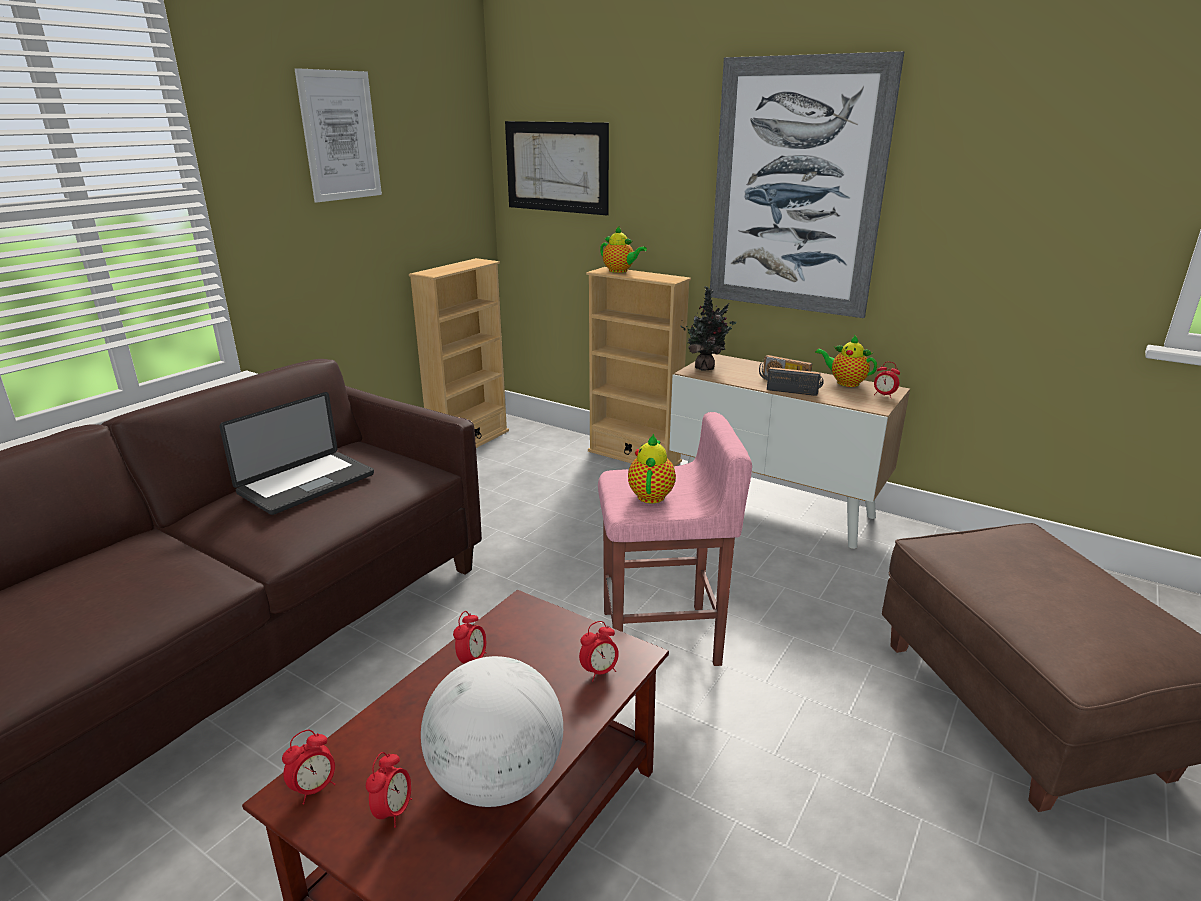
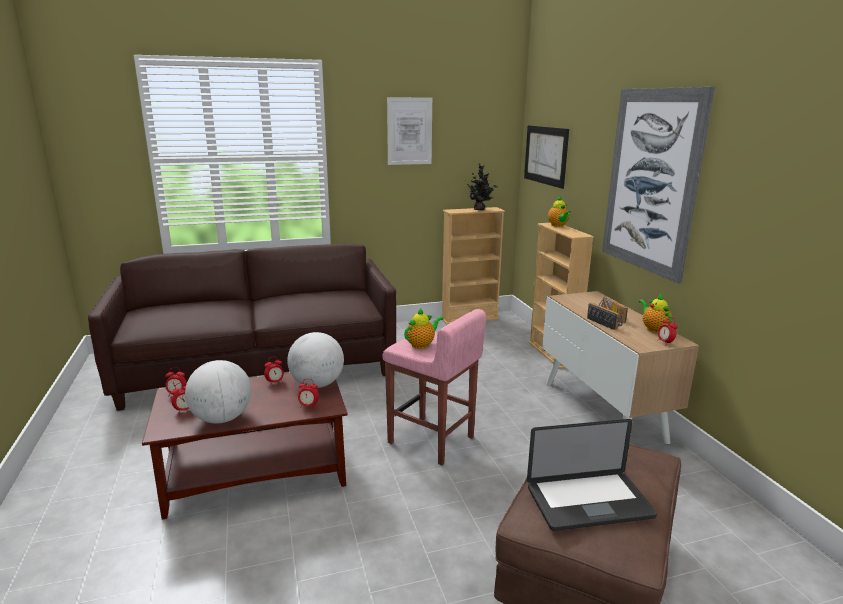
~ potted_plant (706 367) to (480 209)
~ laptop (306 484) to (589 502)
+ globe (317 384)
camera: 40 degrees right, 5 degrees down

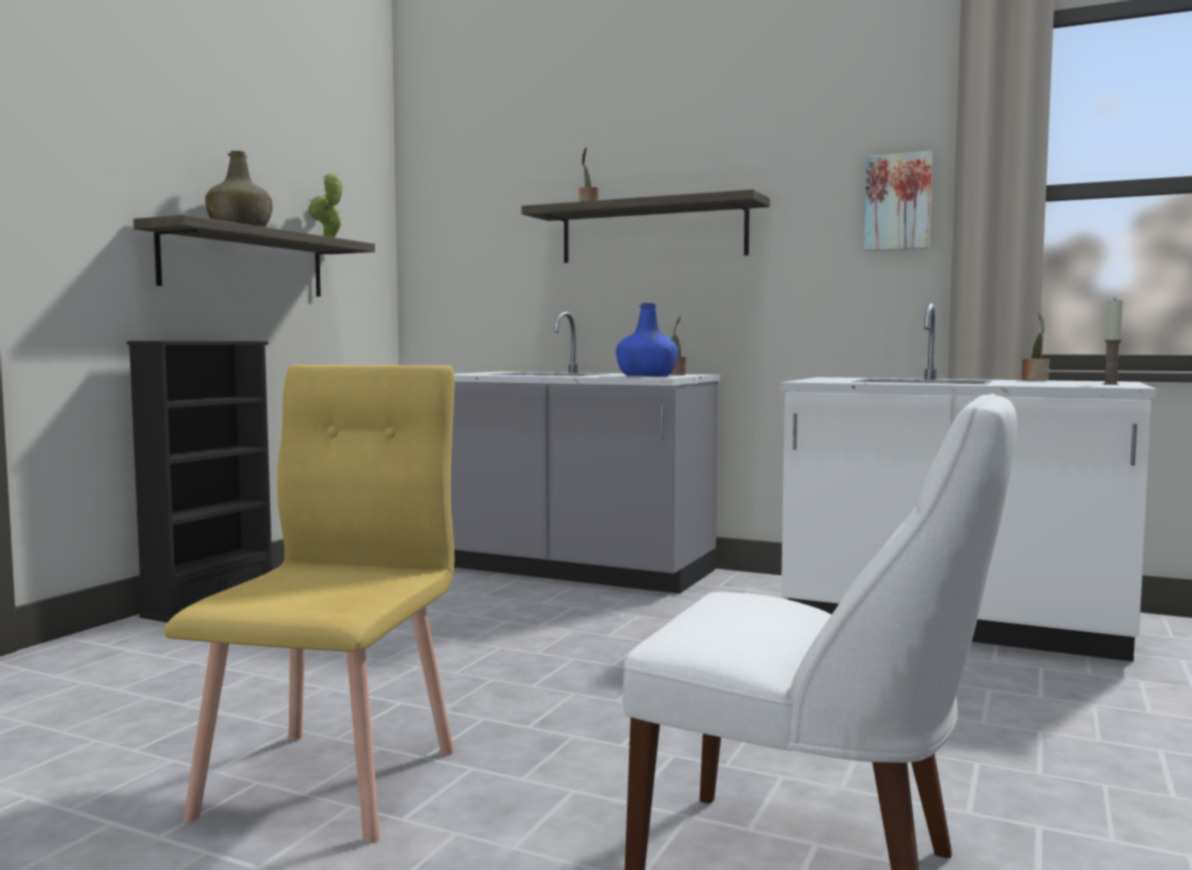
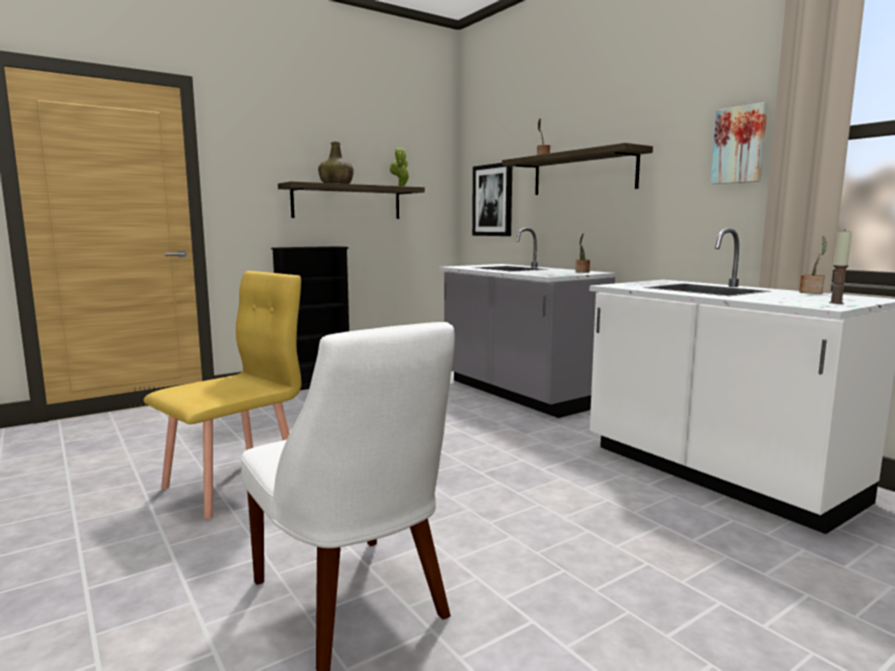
- blue_bottle (647 376)
+ picture (493 200)
camera: 30 degrees right, 5 degrees up

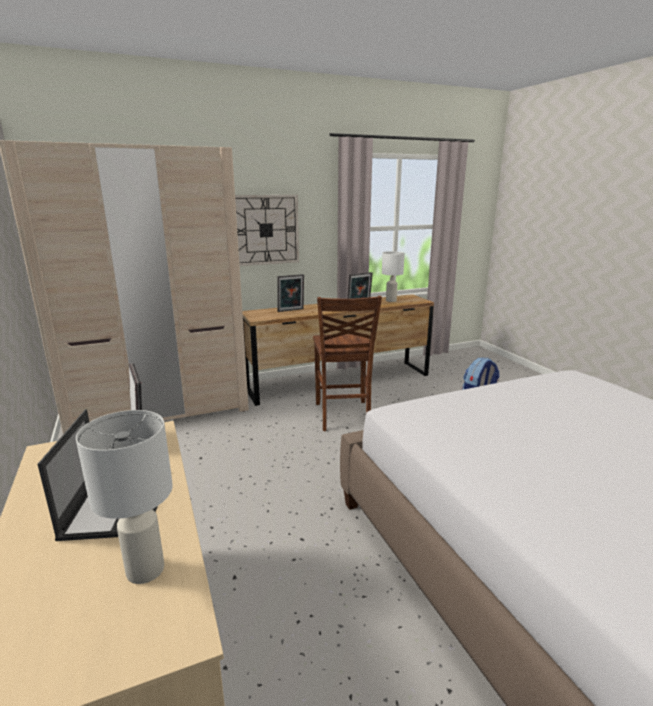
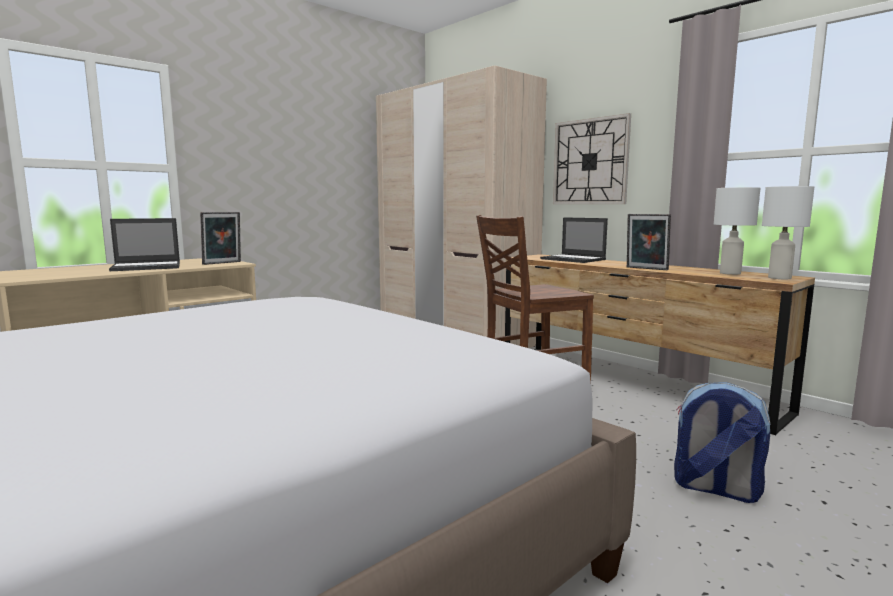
~ picture_frame (291 310) to laptop (573 259)
~ white_table_lamp (146 569) to (780 278)
camera: 70 degrees right, 10 degrees down

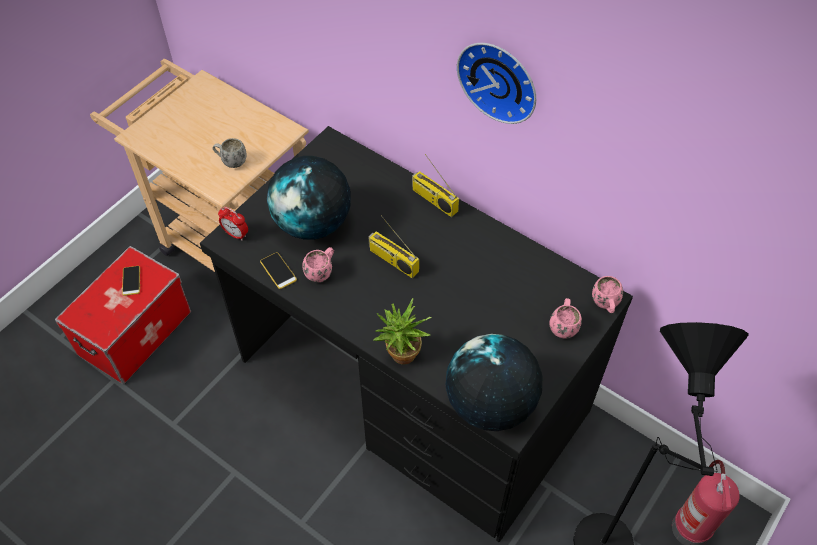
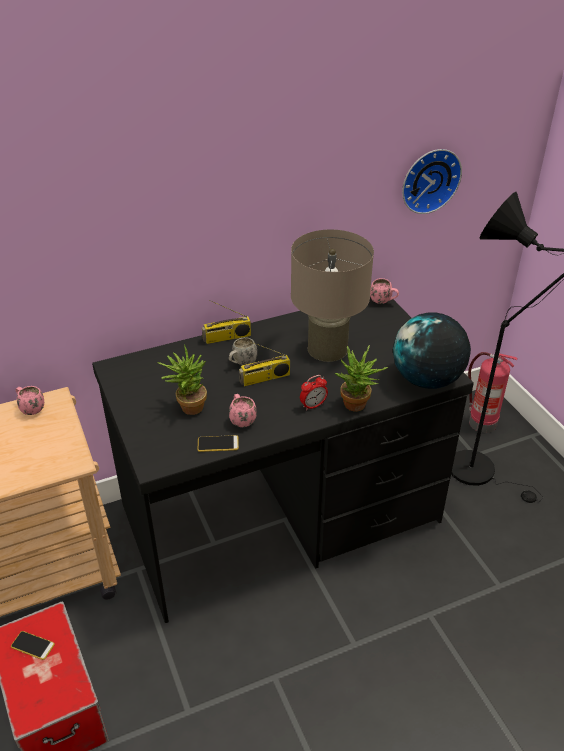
~ wall_clock (500 79) to (429 179)
~ white_mug (231 161) to (242 363)
~ globe (313 223) to potted_plant (187 407)
~ alarm_clock (236 234) to (313 405)
~ pink_mug (563 326) to (30 409)
+ beige_table_lamp (327 349)
camera: 60 degrees left, 15 degrees down

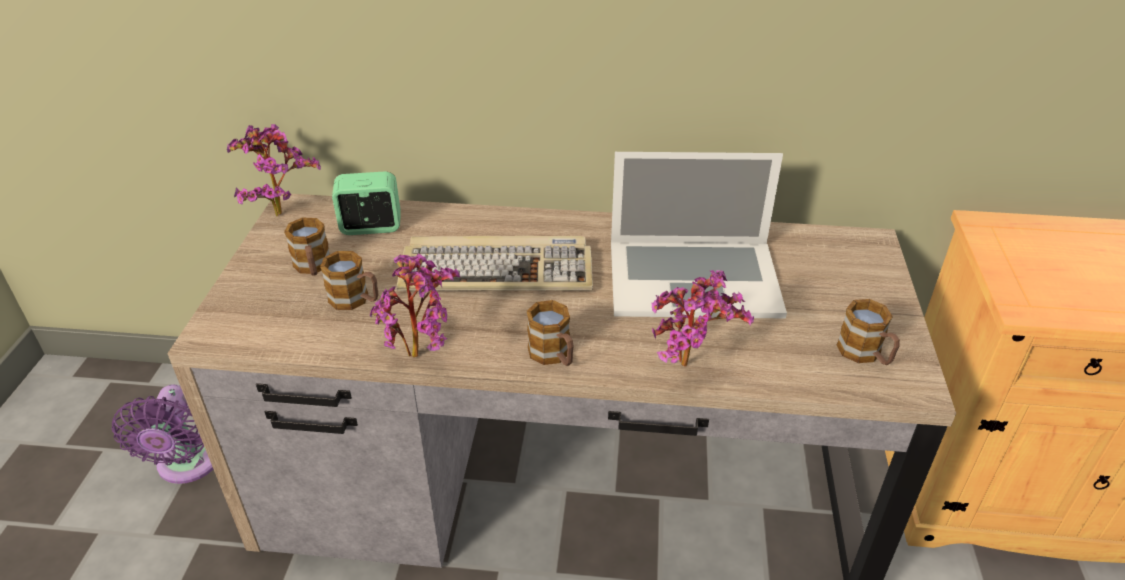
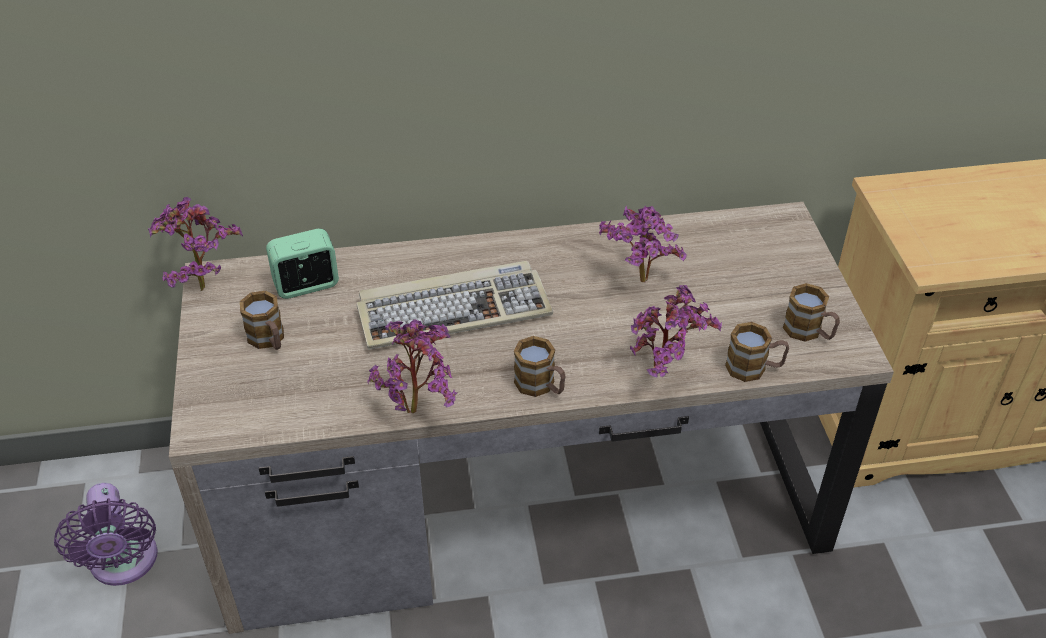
~ laptop (693 277) to potted_plant (639 284)
~ mug (355 300) to (754 368)
camera: 15 degrees left, 5 degrees up

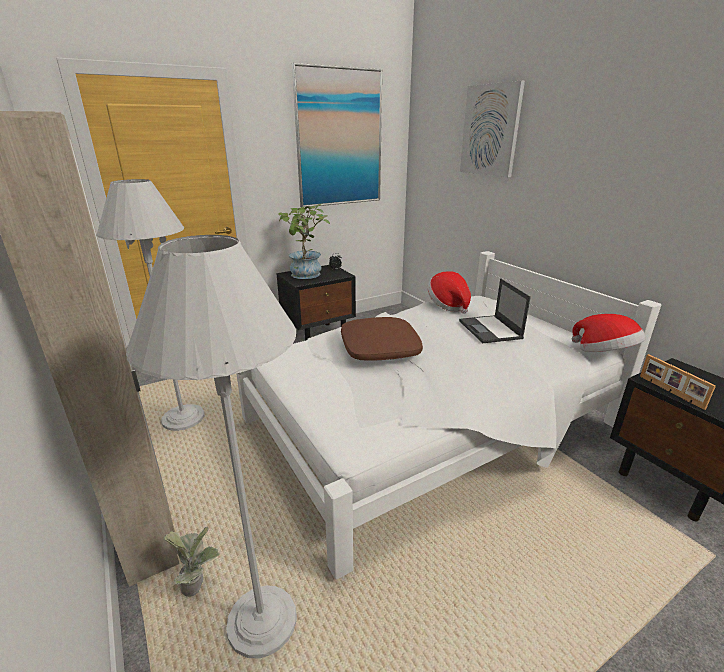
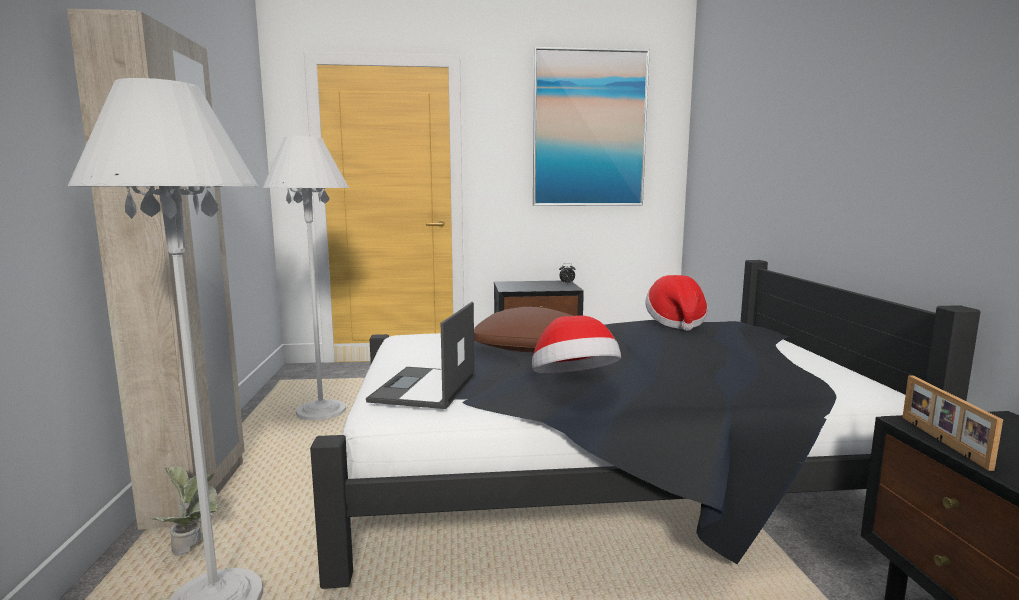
- picture (490 130)
- potted_plant (306 275)
~ white_bed (428 424) to black_bed (596 476)
~ laptop (490 330) to (424 388)
~ hat (604 353) to (573 383)
camera: 25 degrees right, 15 degrees down

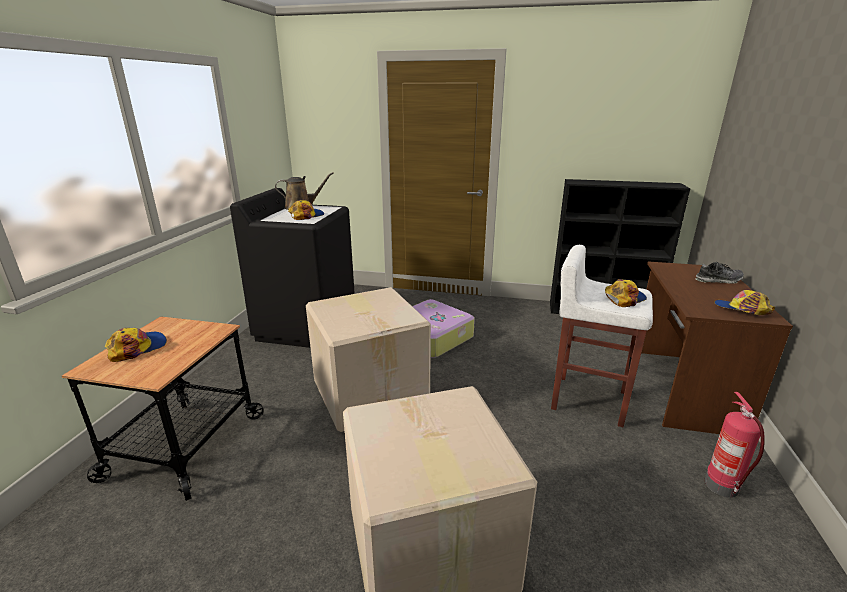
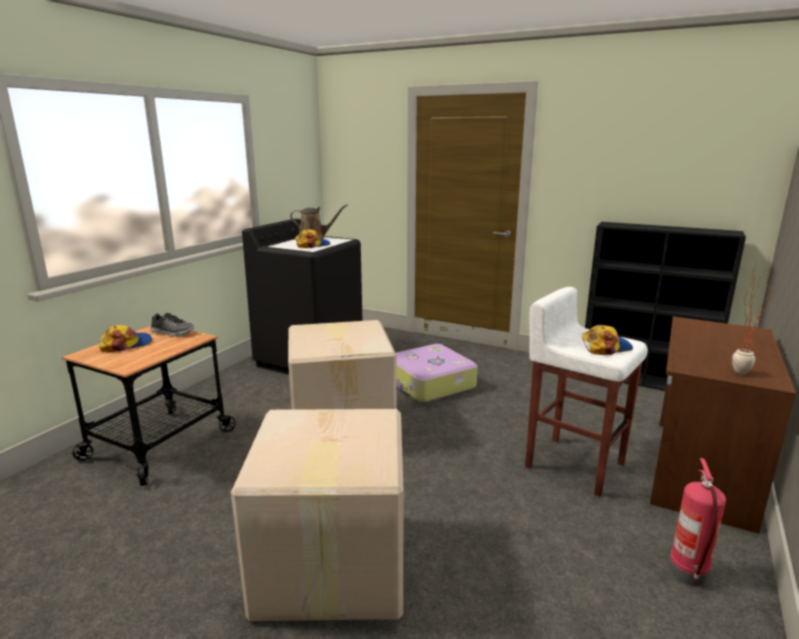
~ shoe (718 280) to (172 333)
~ cap (741 310) to potted_plant (744 372)
camera: 15 degrees right, 5 degrees down

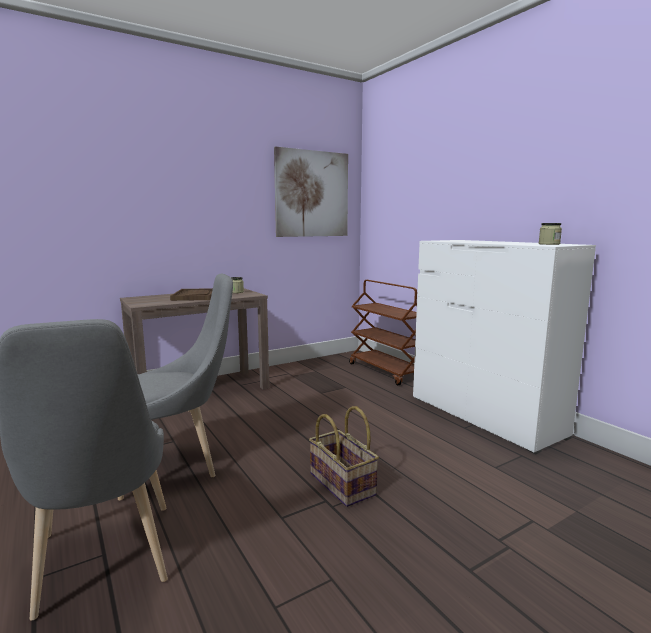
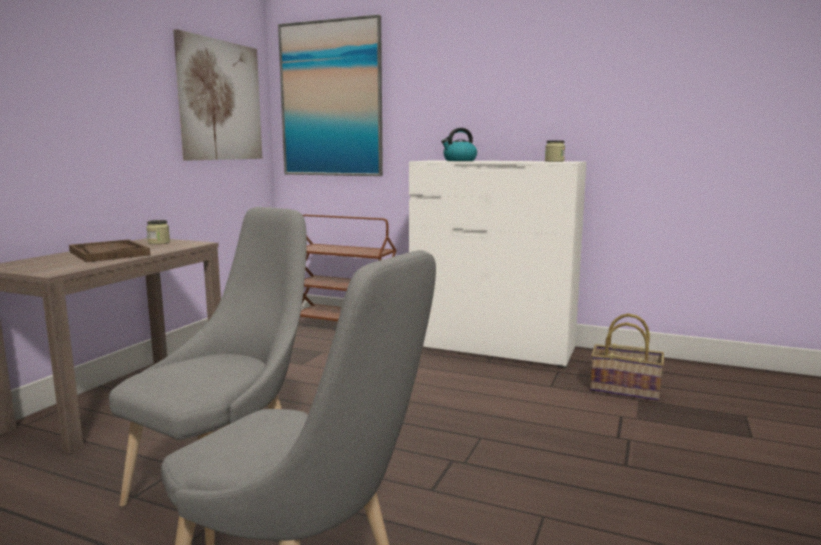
~ basket (343 484) to (625 389)
+ picture (331 99)
+ kettle (459 160)
camera: 35 degrees left, 0 degrees up

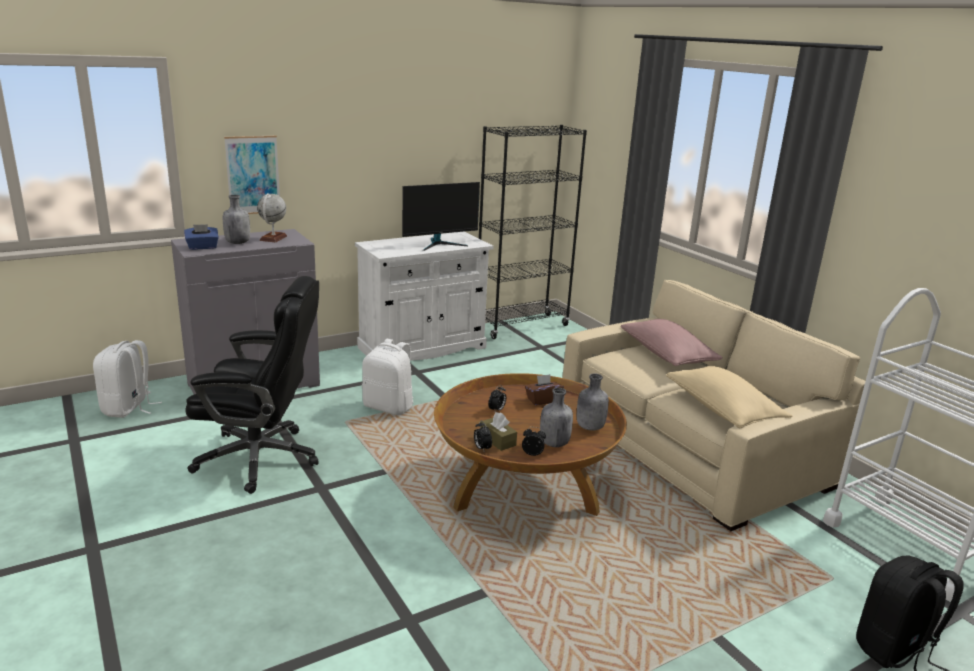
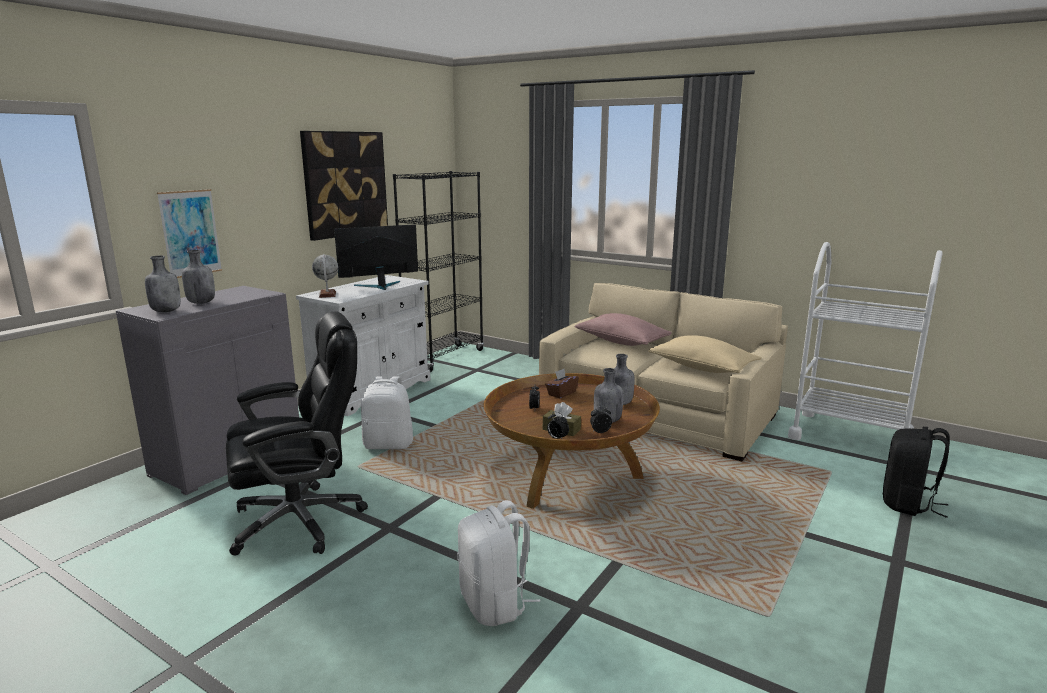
~ monitor (439 244) = (380 286) 150 degrees counterclockwise
~ globe (273 238) to (327 294)
~ blue_tissue_box (202 247) to grey_bottle (166 311)
~ white_backpack (128 408) to (495 604)
+ picture (345 184)
camera: 25 degrees left, 5 degrees down

